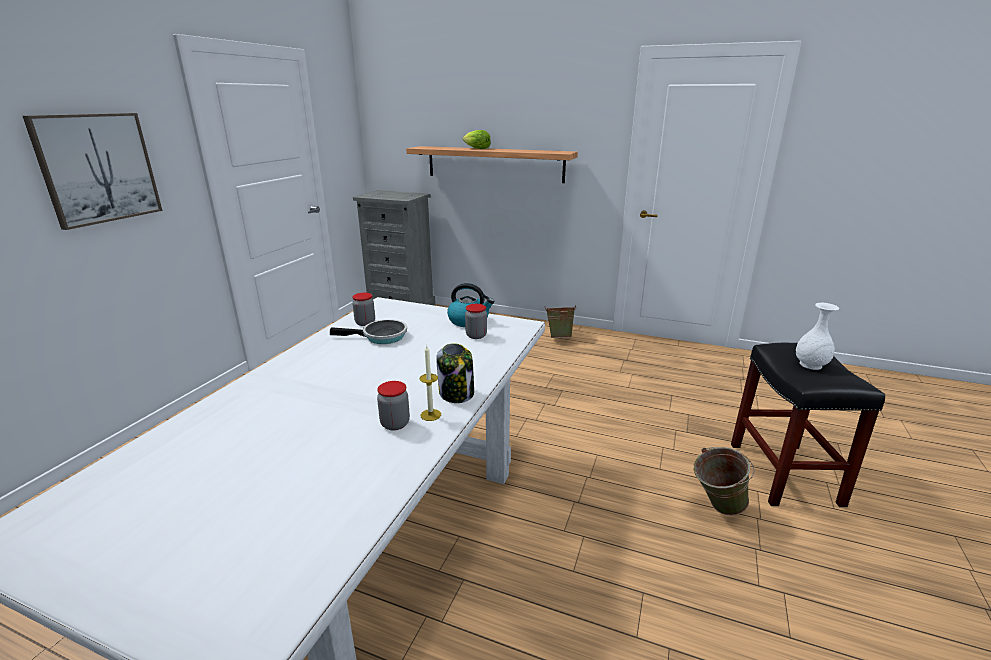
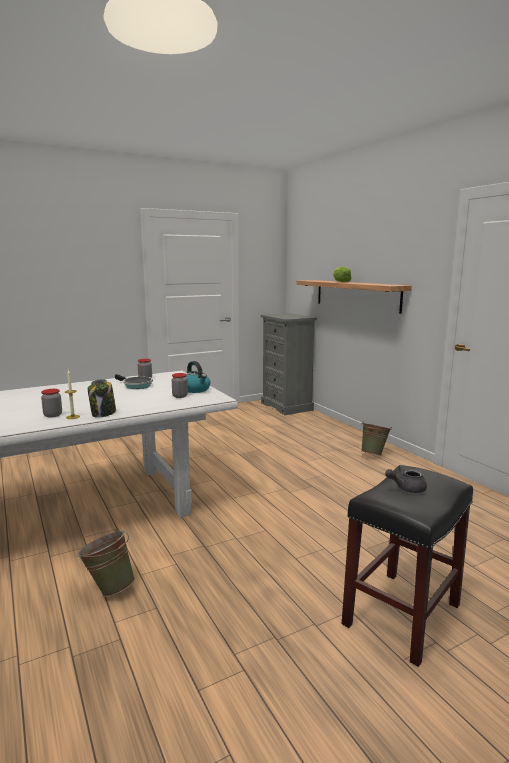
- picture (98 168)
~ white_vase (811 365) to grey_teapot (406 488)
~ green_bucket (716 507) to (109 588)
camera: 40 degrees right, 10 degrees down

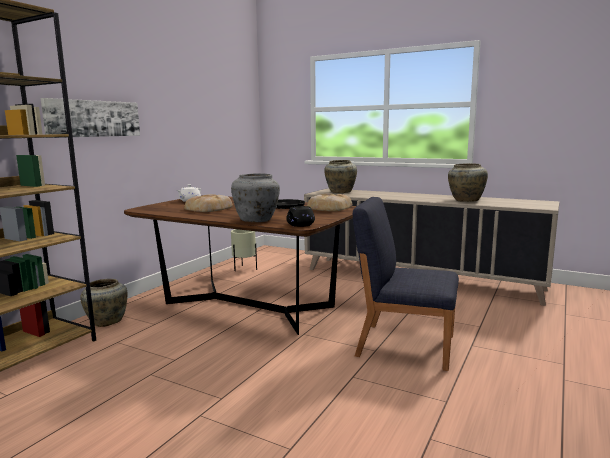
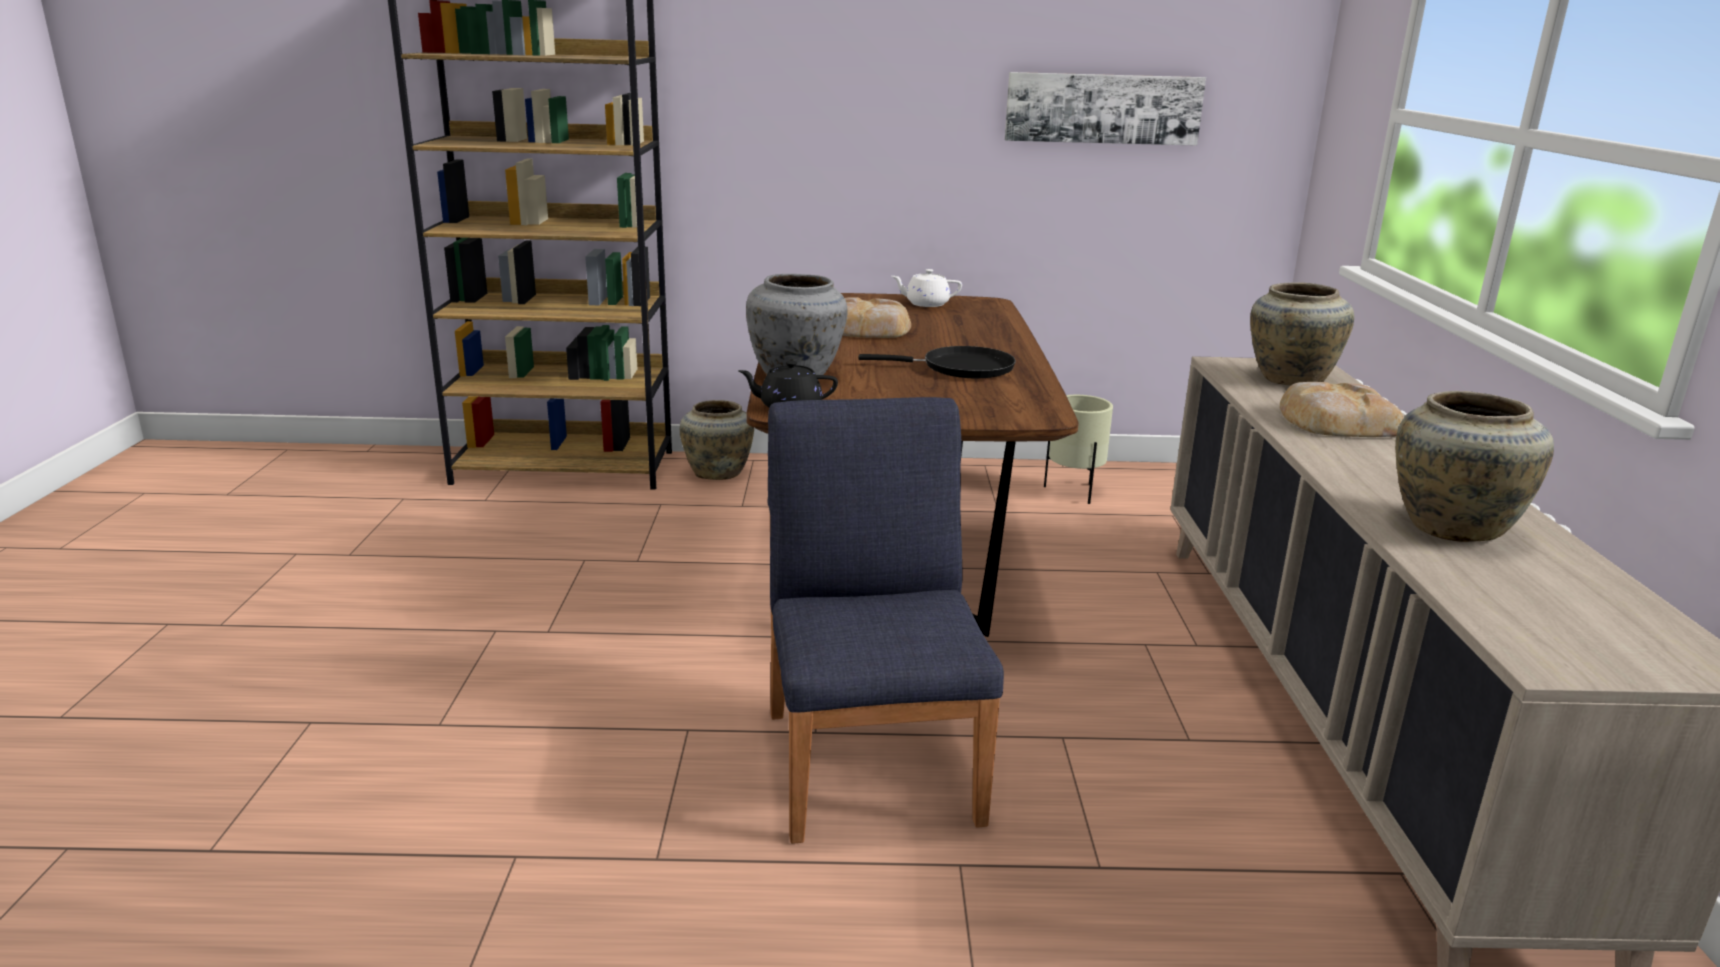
~ picture (93 118) to (1103 108)
~ bread (329 208) to (1335 421)
camera: 60 degrees right, 10 degrees up

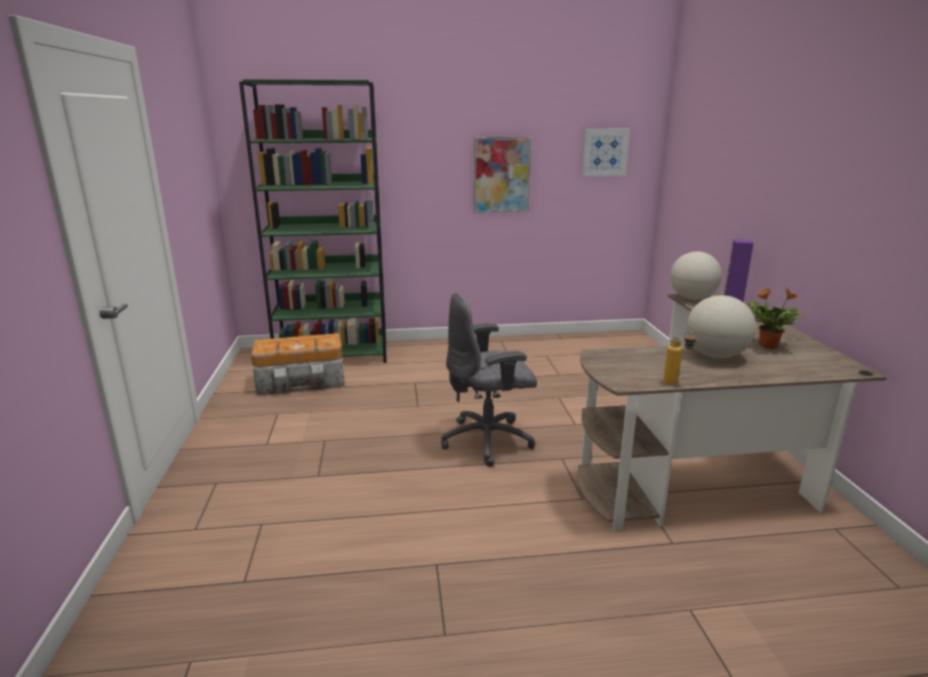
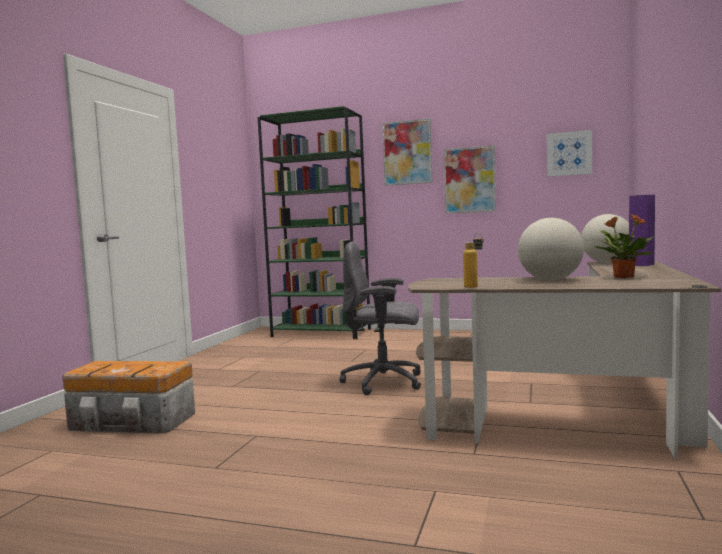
~ storage_box (302 382) to (132 422)
+ picture (407 152)
camera: 25 degrees right, 15 degrees down

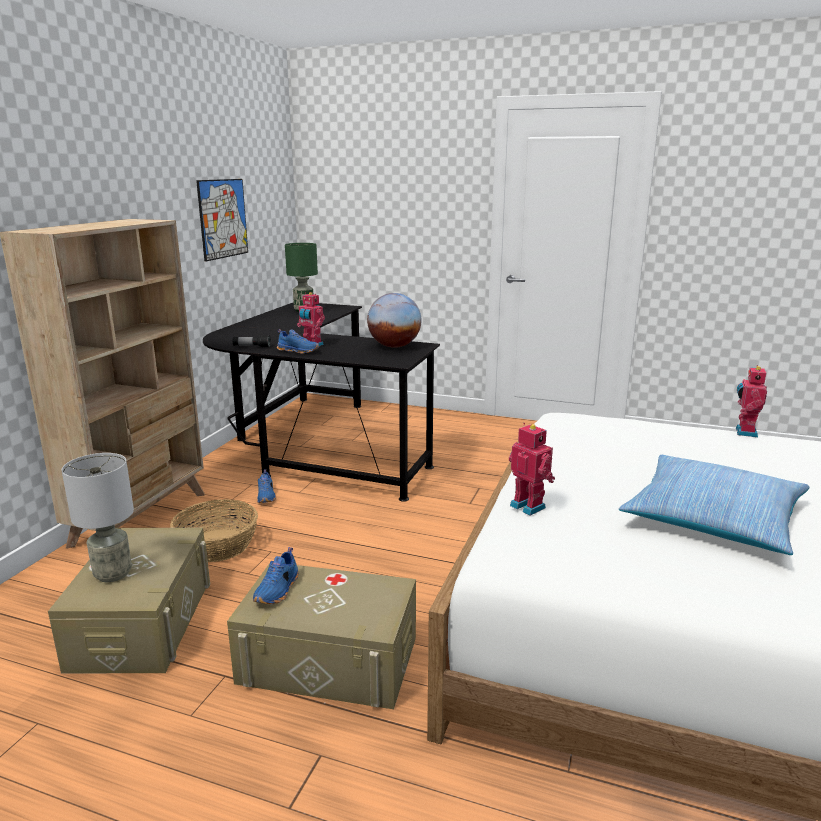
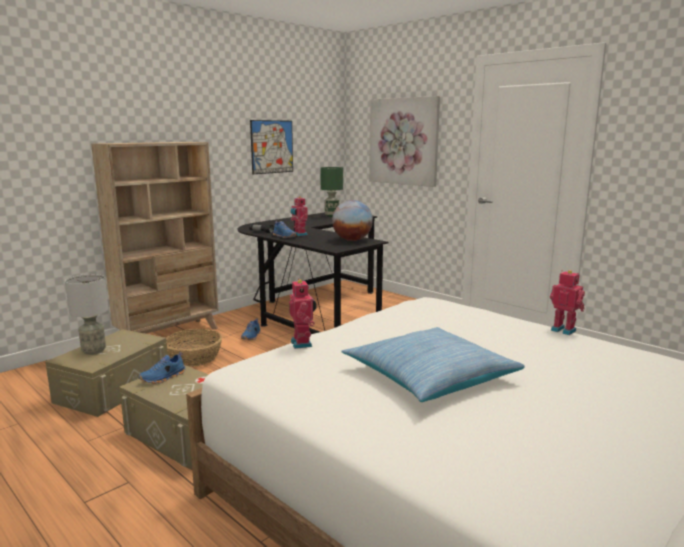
~ toy_robot (744 432) = (564 330) 90 degrees clockwise
+ picture (403 141)
camera: 25 degrees right, 5 degrees down

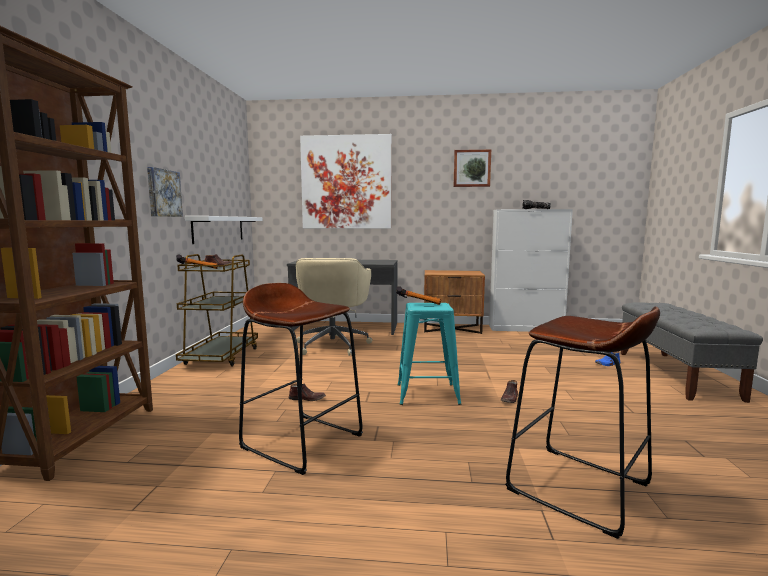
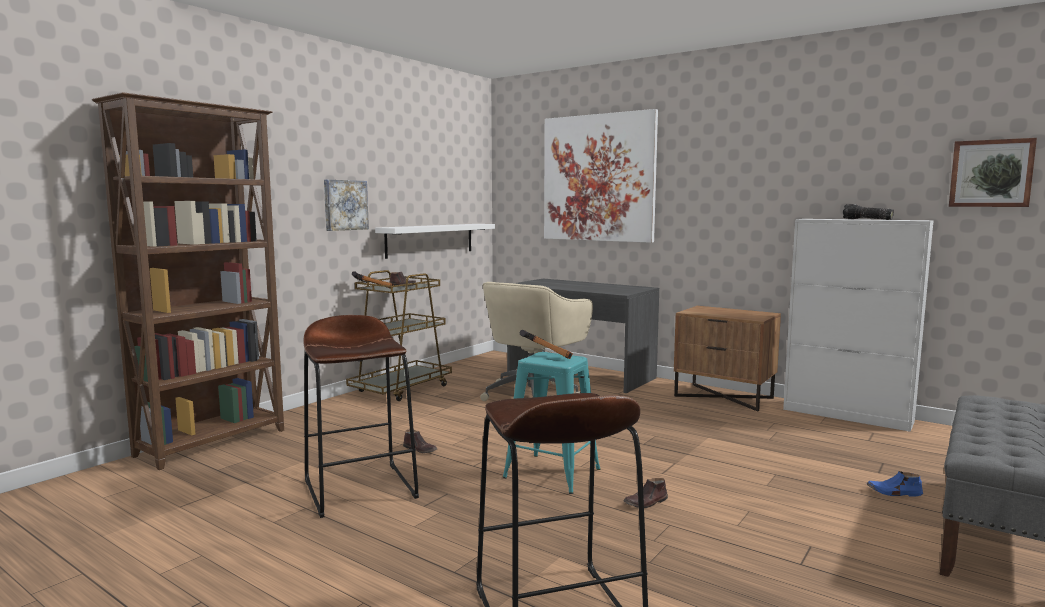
~ picture (472 168) to (991 173)
camera: 30 degrees right, 0 degrees up

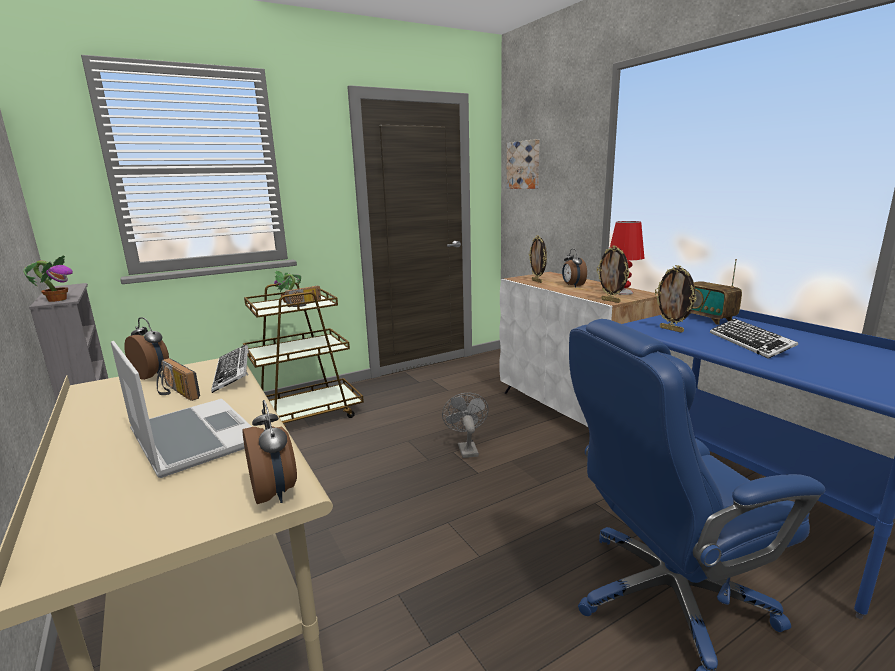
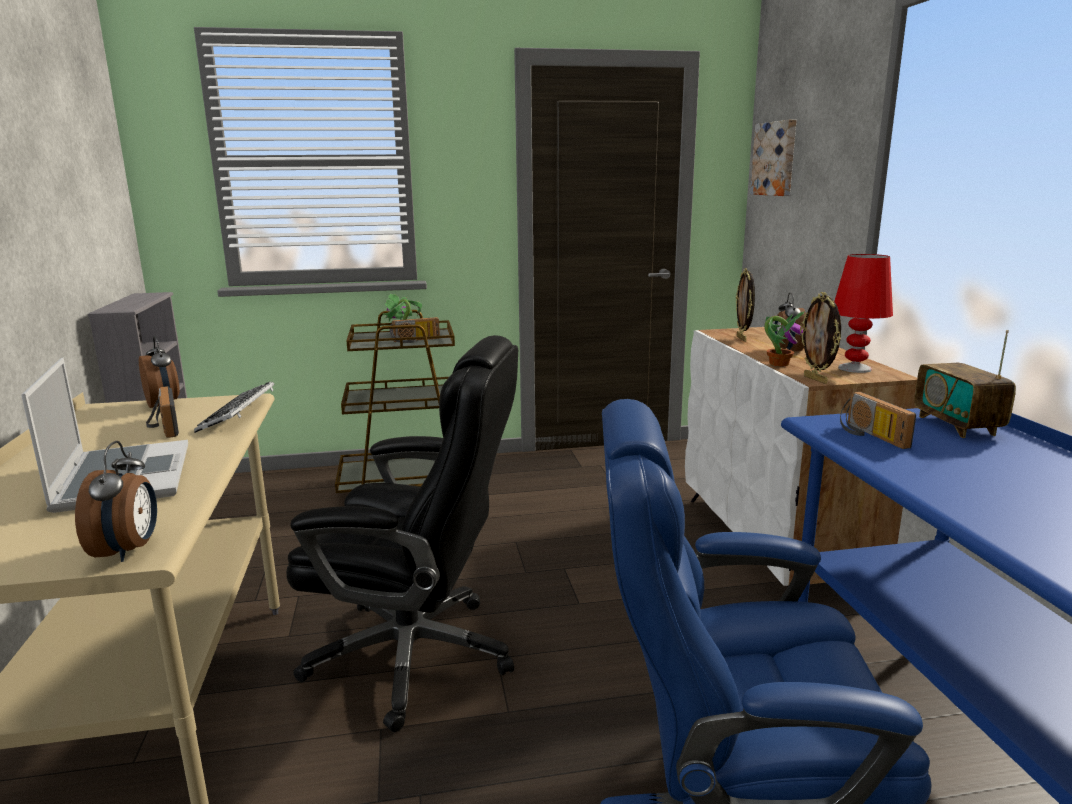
~ potted_plant (57 299) to (778 364)
~ picture_frame (672 329) to radio (869 435)
- keyboard (750 343)
- grey_fan (466 448)
+ black_office_chair (416 656)
camera: 20 degrees right, 0 degrees up

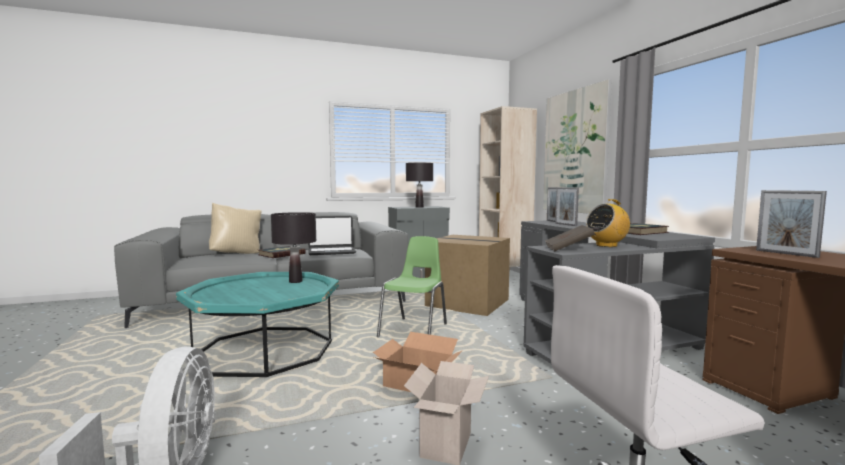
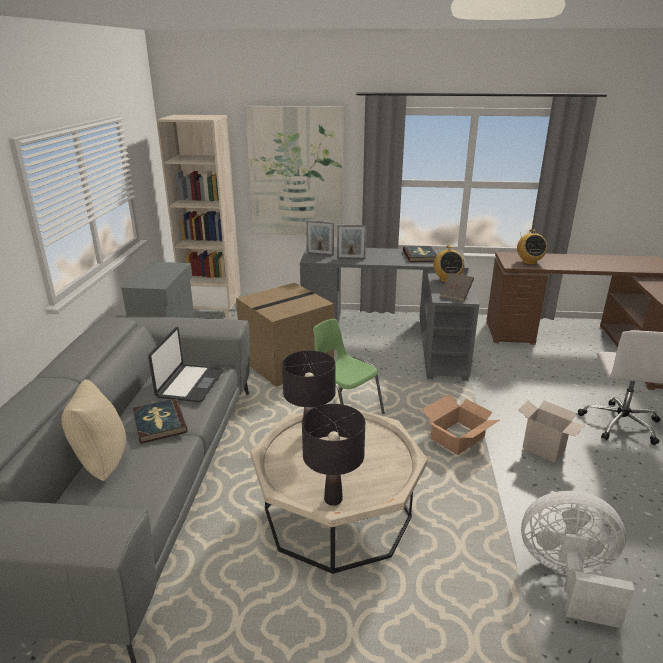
~ black_table_lamp (419 207) to (333 499)
~ picture_frame (786 253) to radio (529 262)
~ turquoise_coffee_table (265 350) to beige_coffee_table (337 513)
camera: 65 degrees left, 20 degrees up

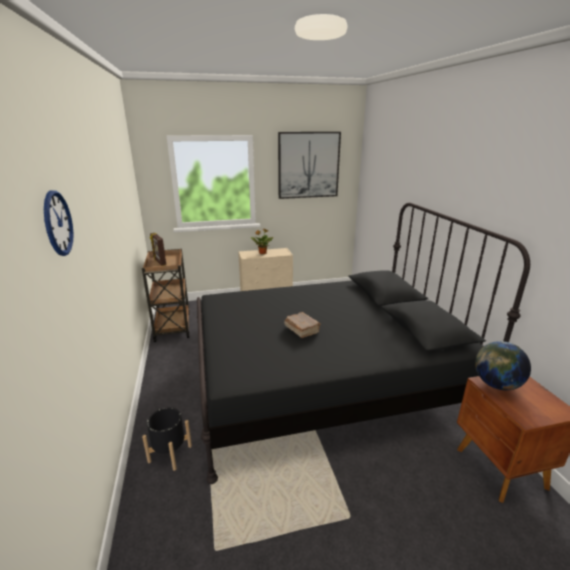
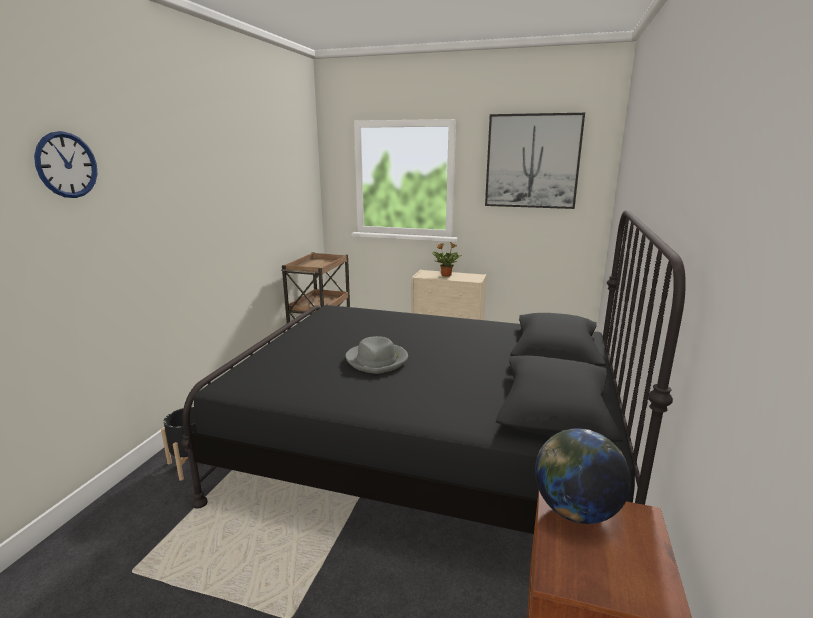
- picture_frame (159 262)
~ brown_book (301 330) to grey_hat (377 360)
camera: 30 degrees right, 5 degrees down

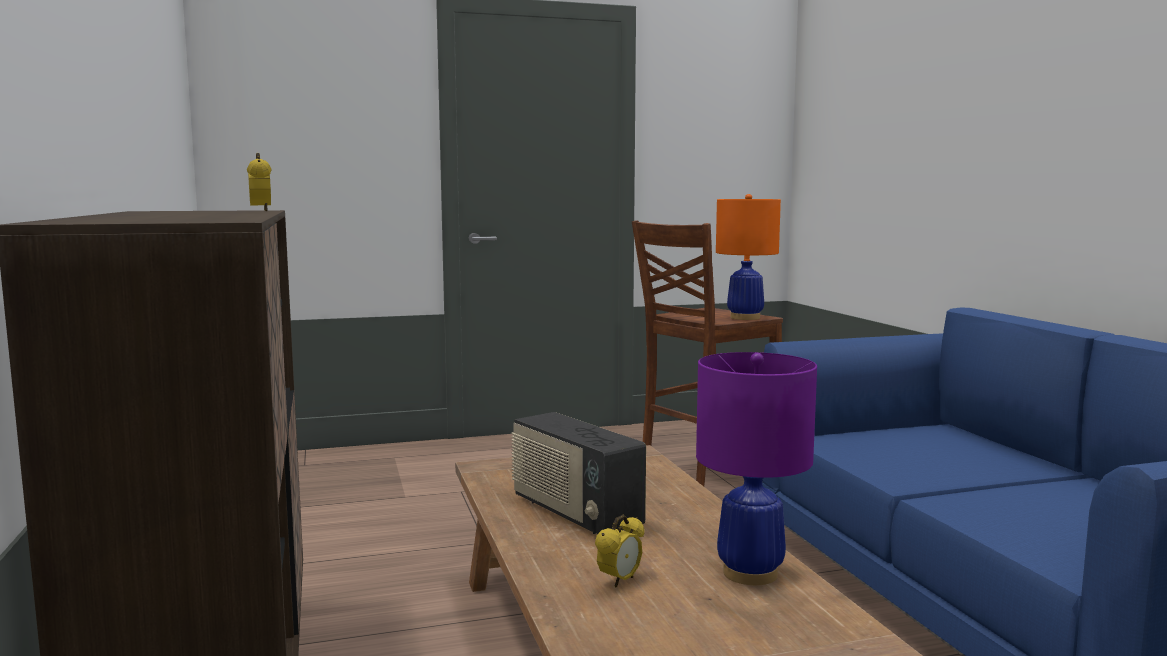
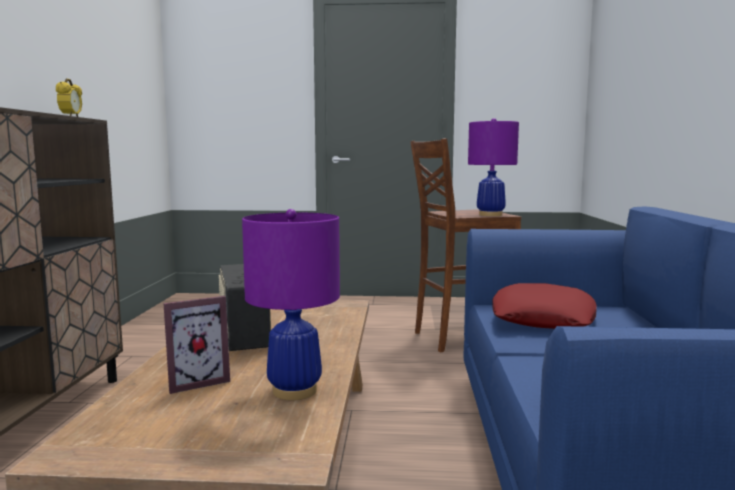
~ orange_table_lamp (744 317) to purple_table_lamp (490 215)
~ alarm_clock (619 581) to picture_frame (196 381)
+ red_pillow (543 318)
camera: 20 degrees right, 0 degrees up

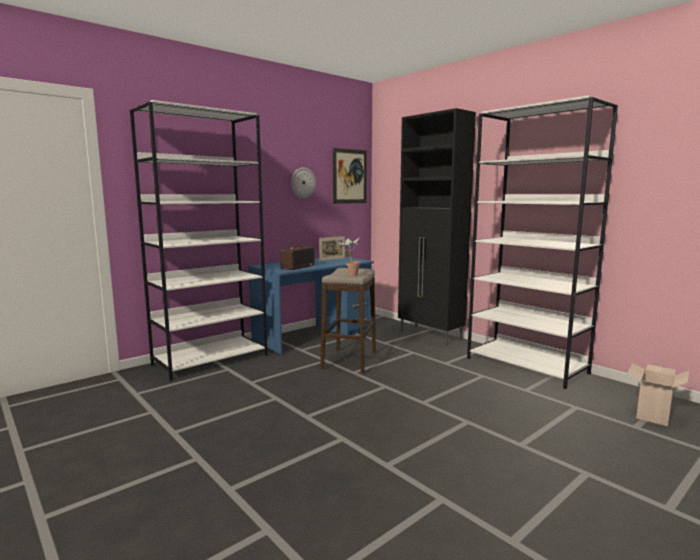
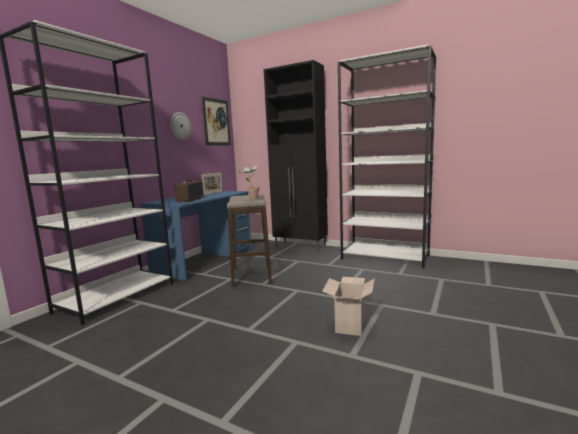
~ cardboard_box (652 414) to (349 324)
camera: 20 degrees left, 0 degrees up

